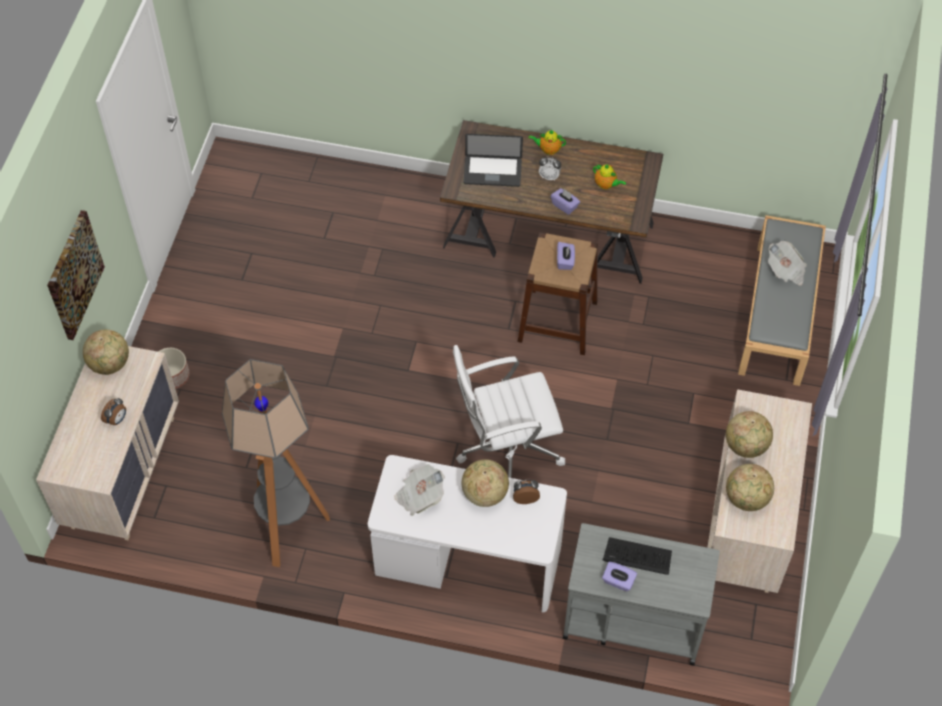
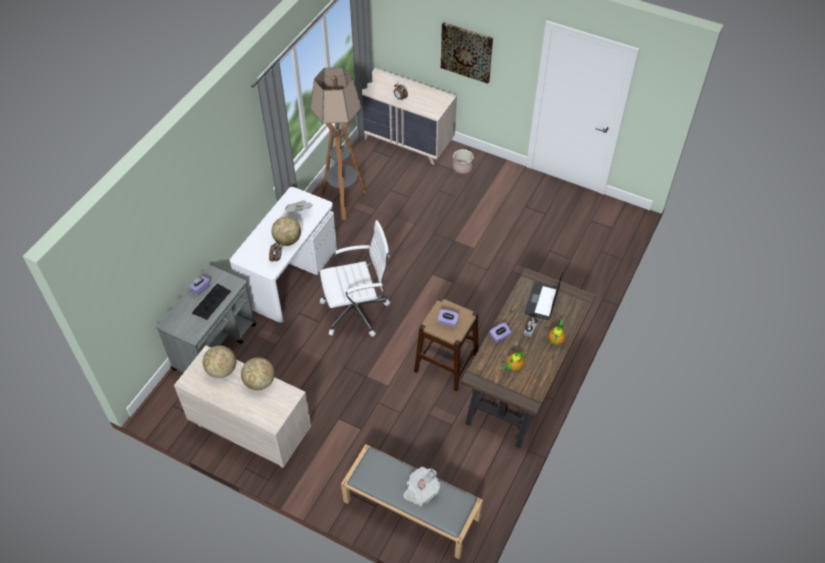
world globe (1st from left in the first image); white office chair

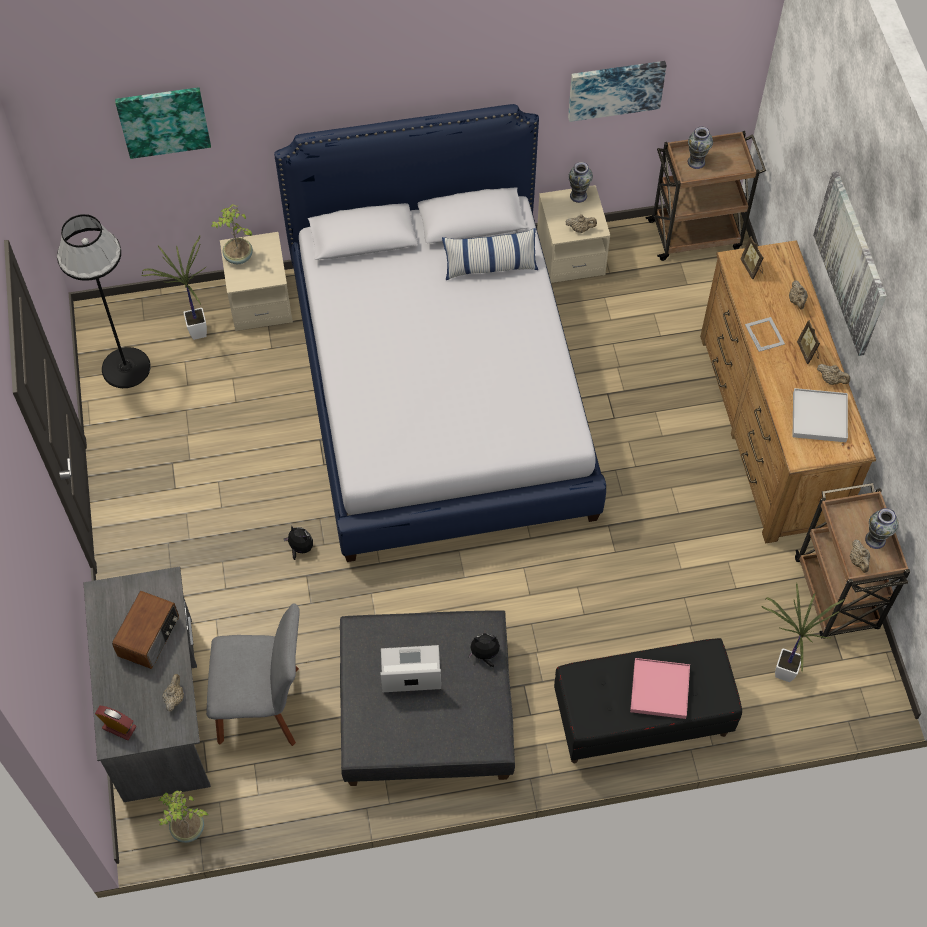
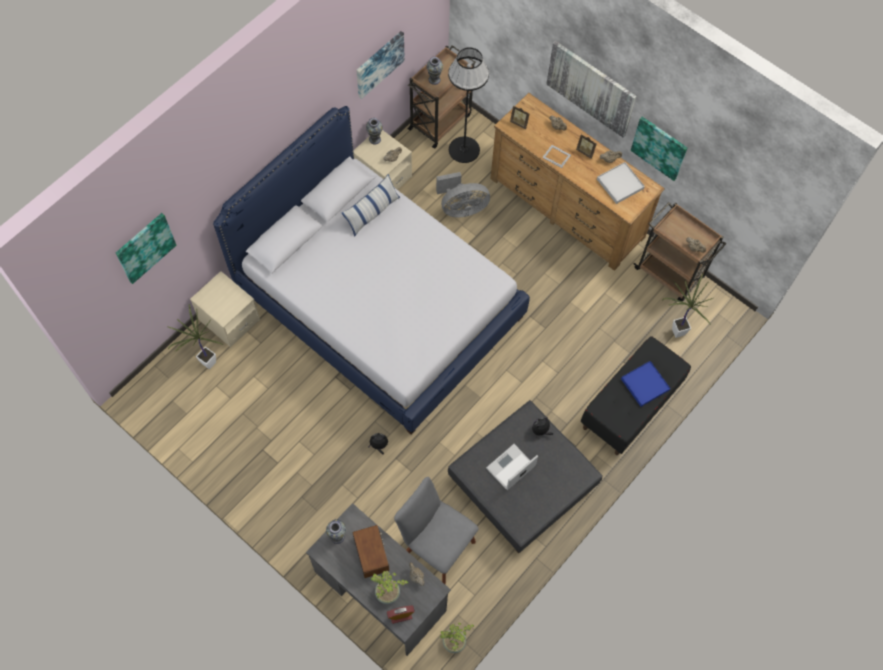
greyish electric fan; wall picture (4th from left); blackish standing lamp; potted plant (2nd from left); vase (1st from left); blue serving tray; greyish chair

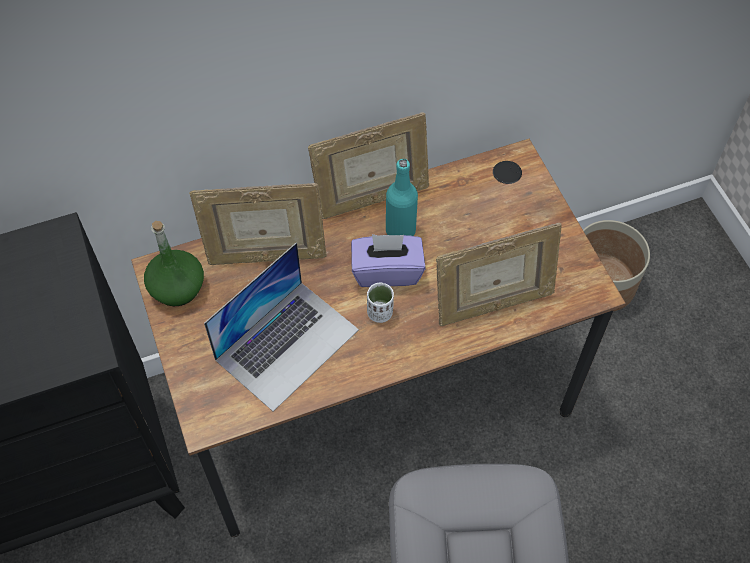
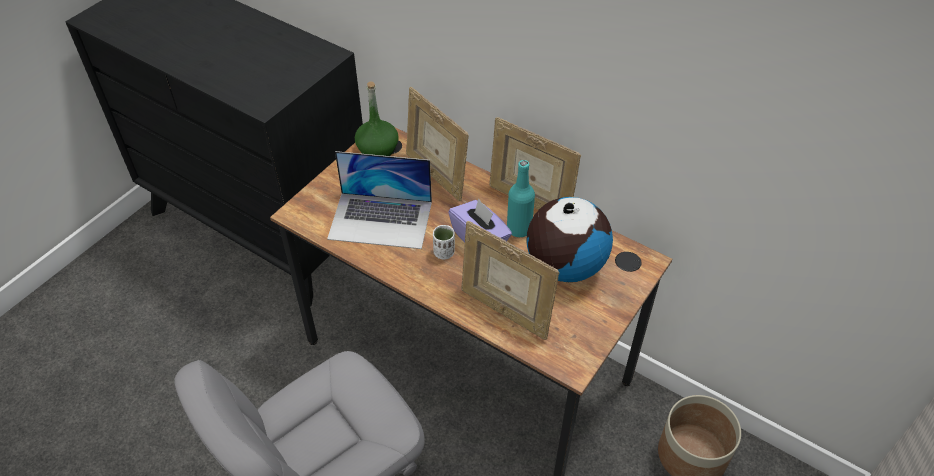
world globe

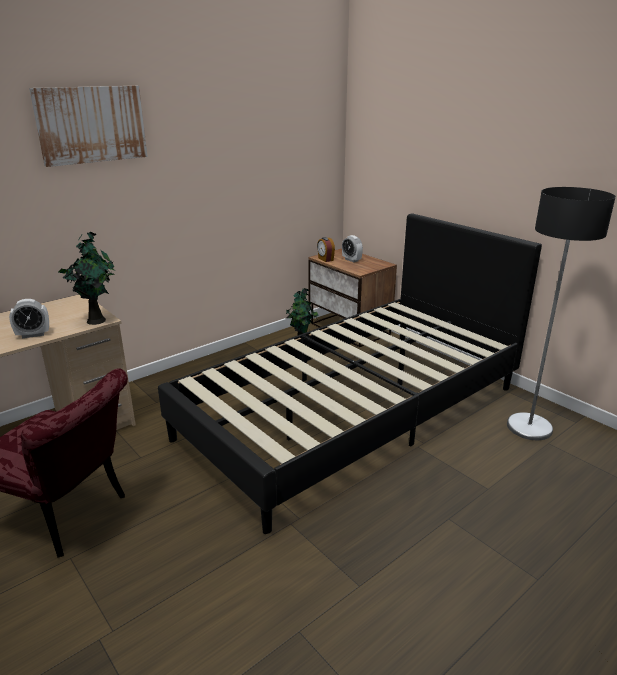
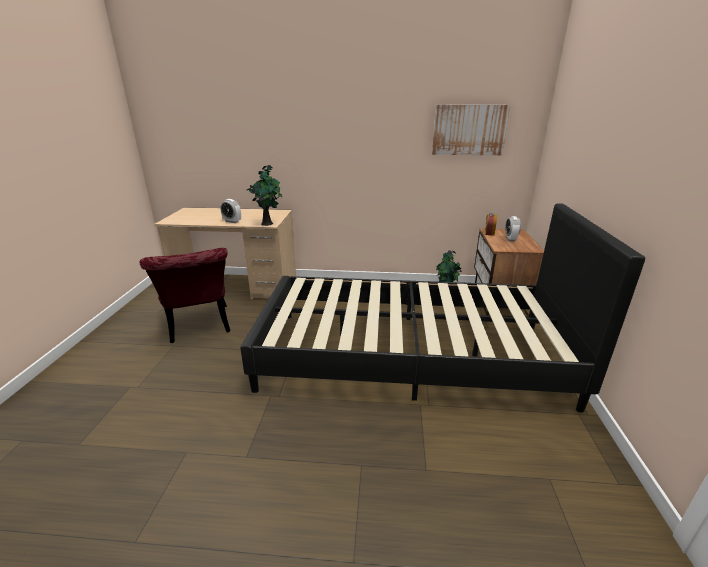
standing lamp; wall picture

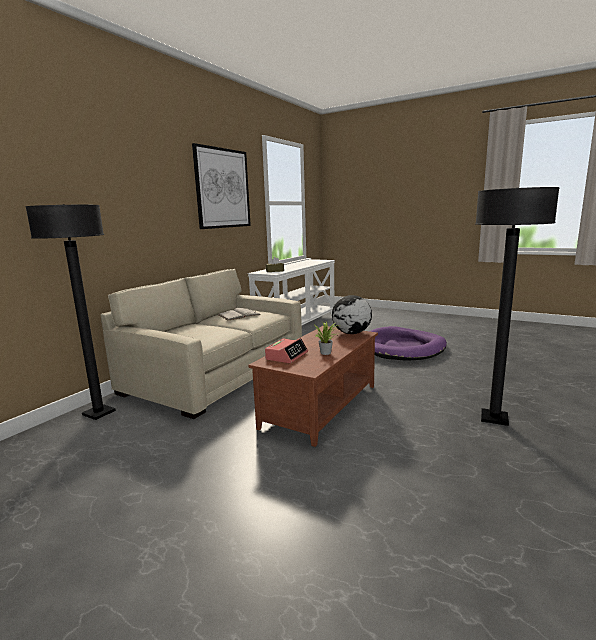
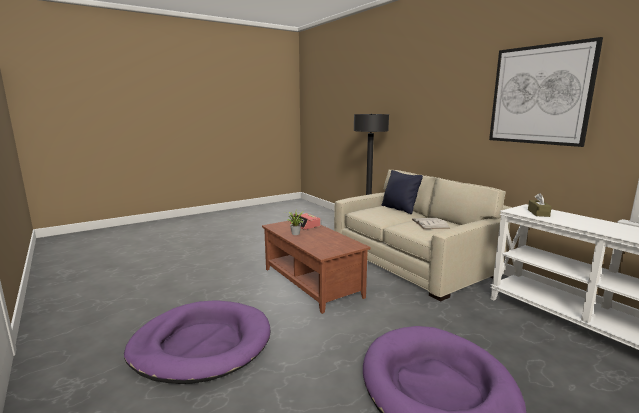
world globe; blackish pillow; purplish dog cushion (1st from left)

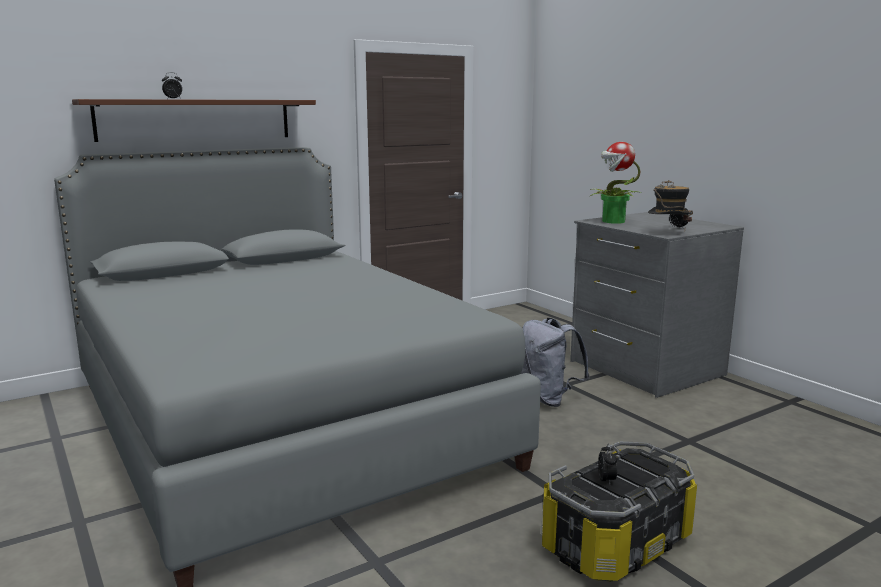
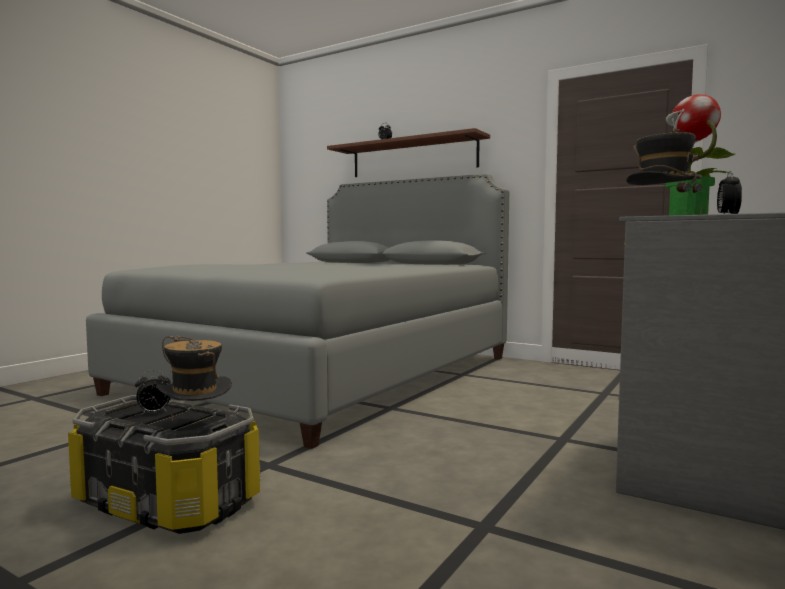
greyish rucksack; hat (1st from left)

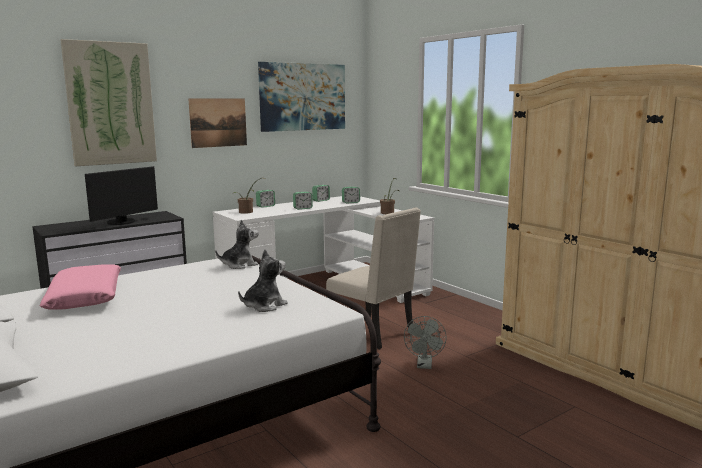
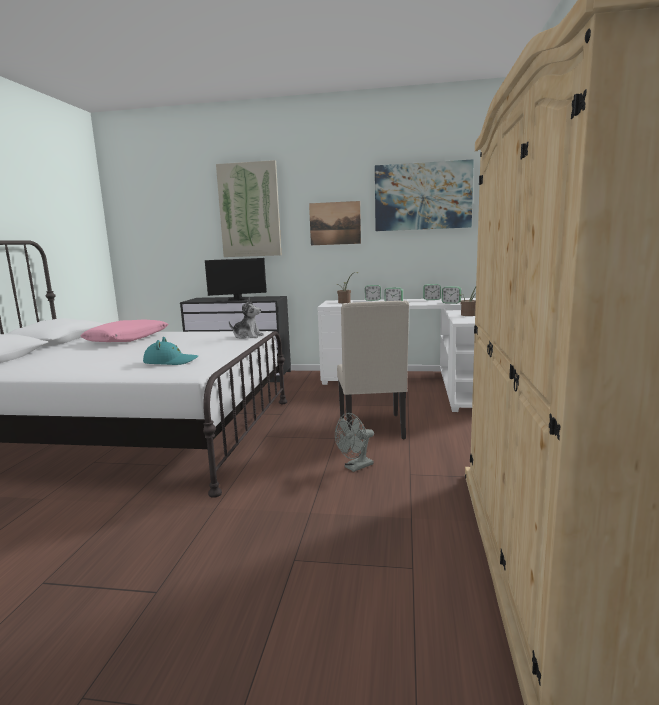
blue-green hat

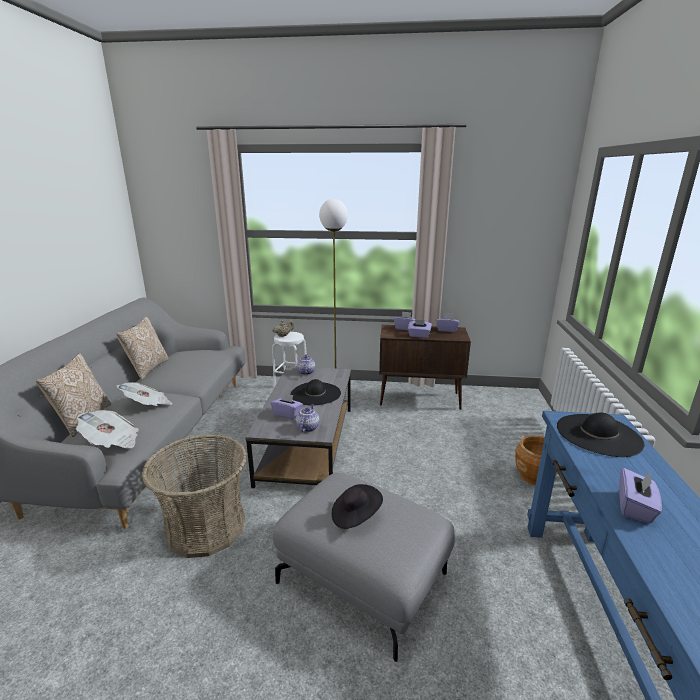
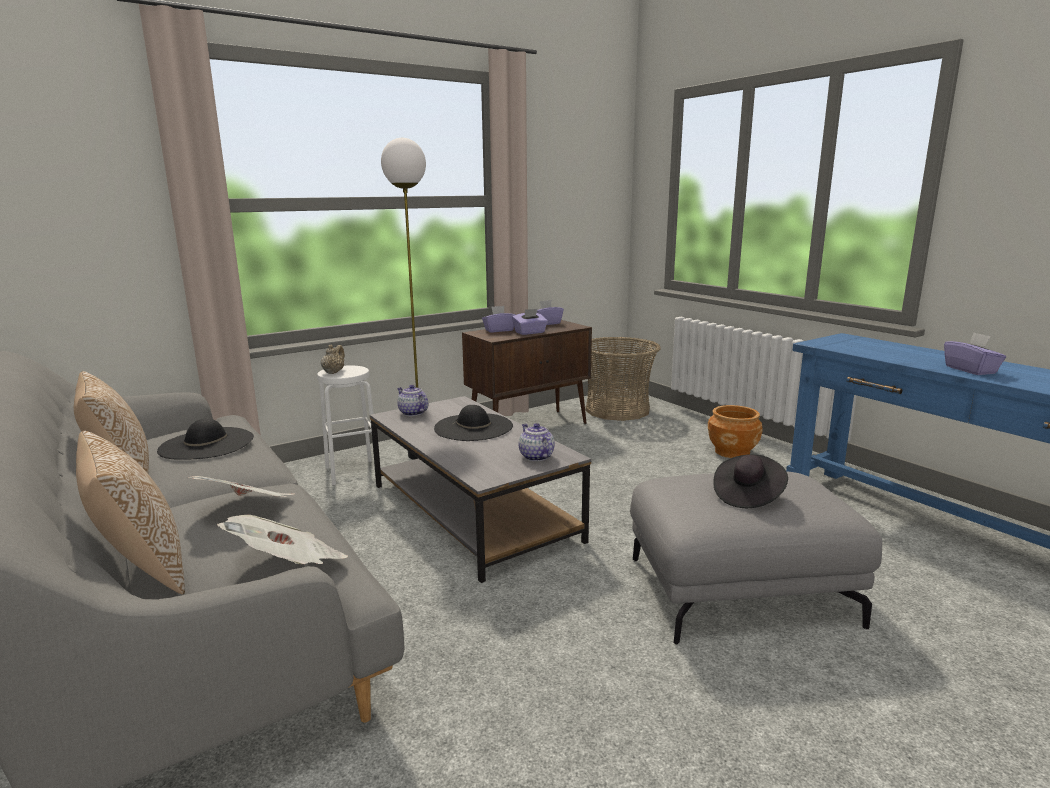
purplish box of tissues (1st from left in the first image); household basket; blackish hat (1st from left)

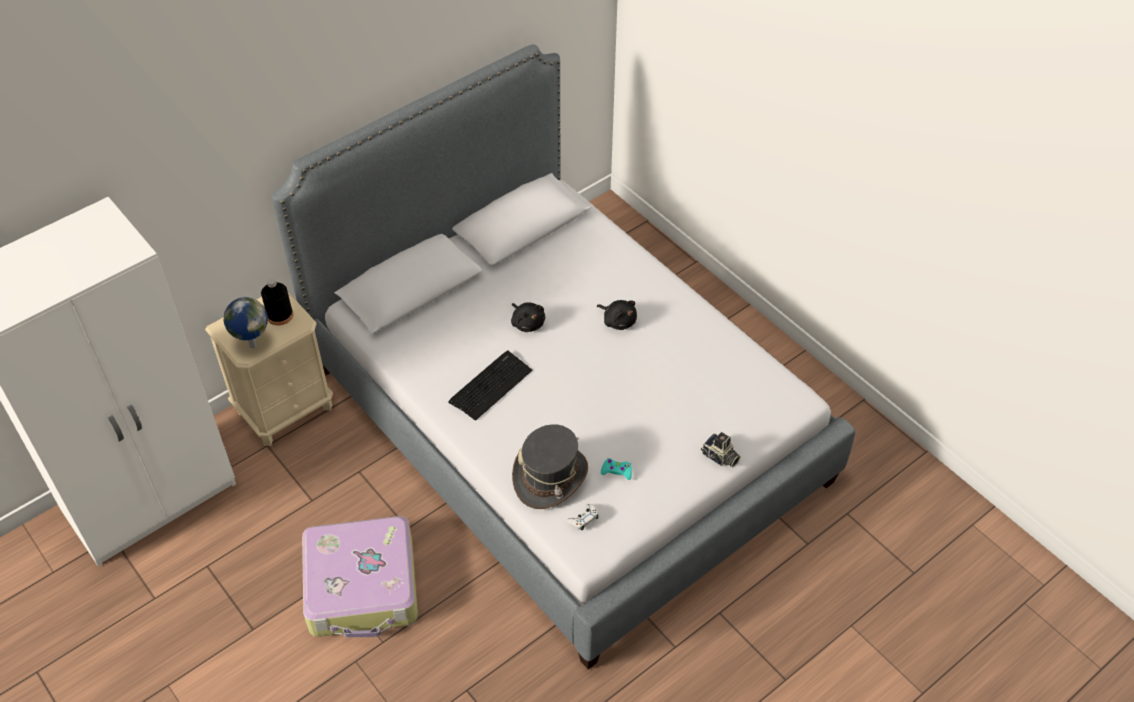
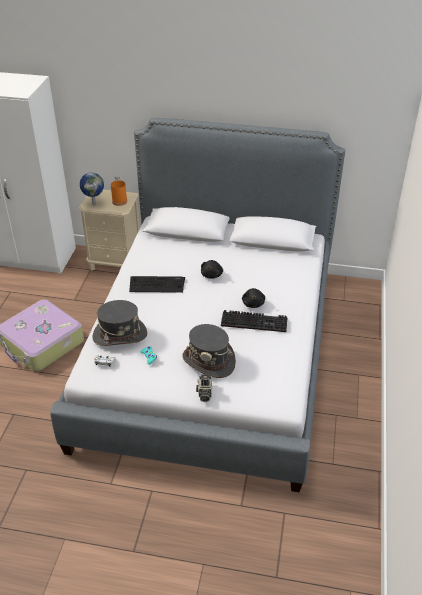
greyish hat (2nd from left); computer keyboard (2nd from left); orange bottle

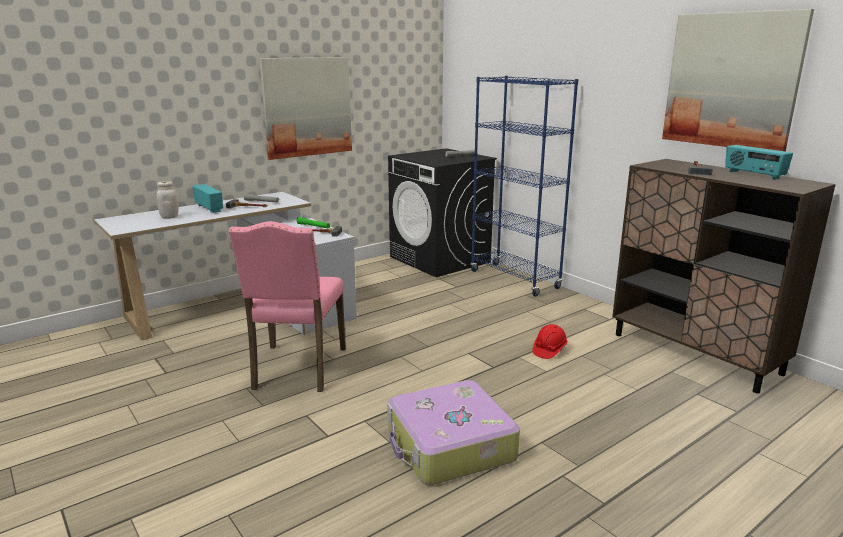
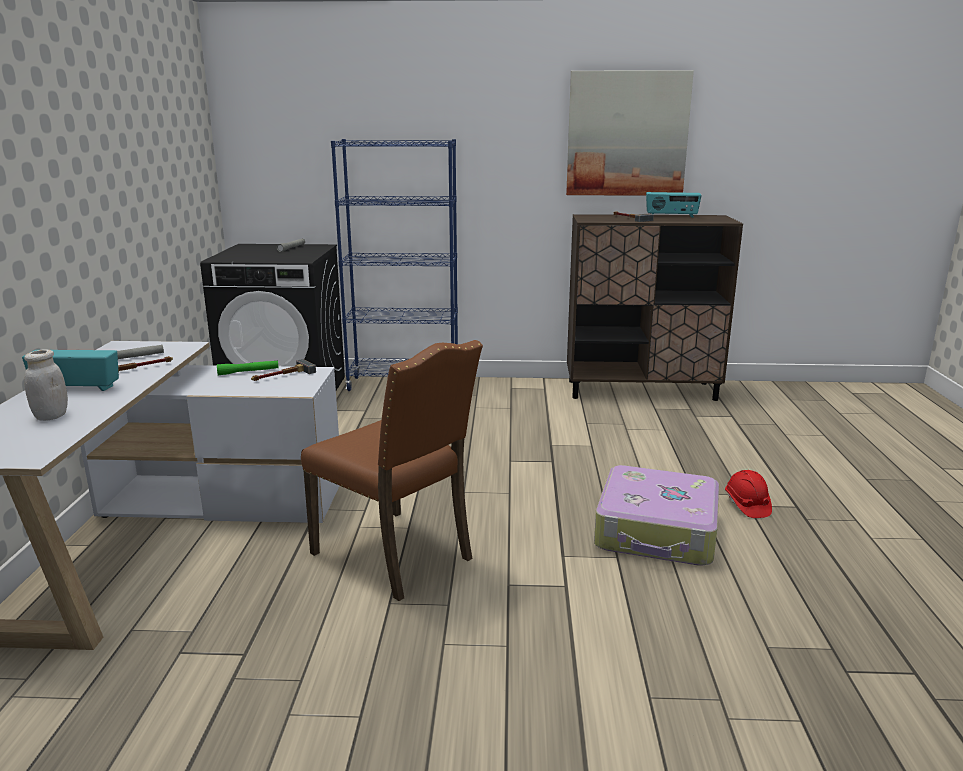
wall picture (1st from left in the first image); reddish work helmet; brown-coloured chair

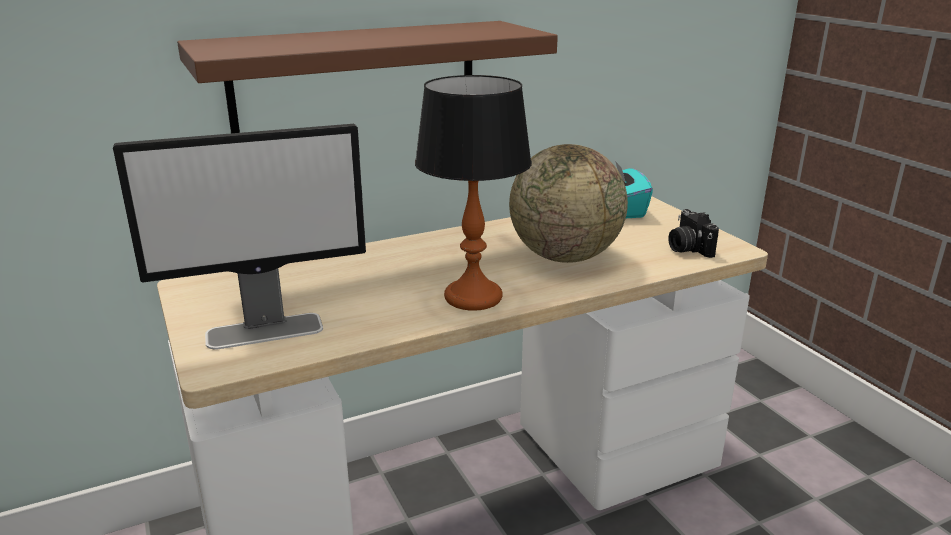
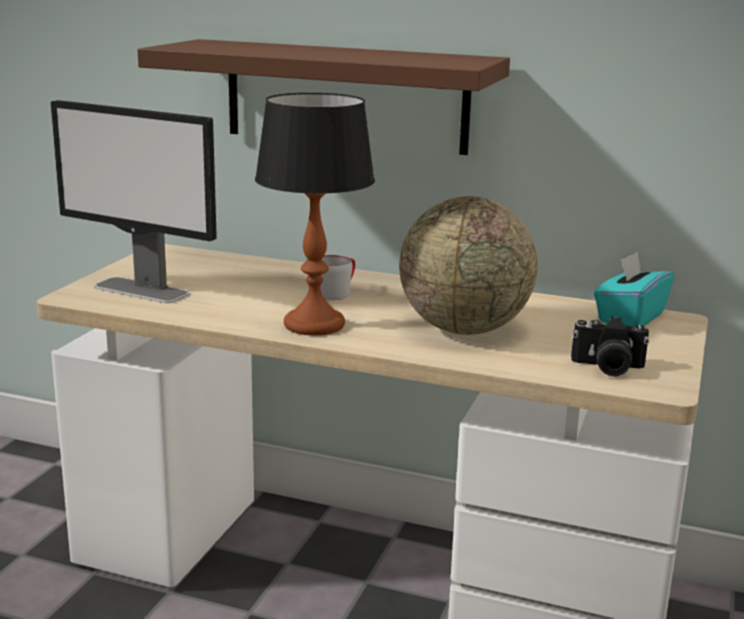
greyish mug; still camera

